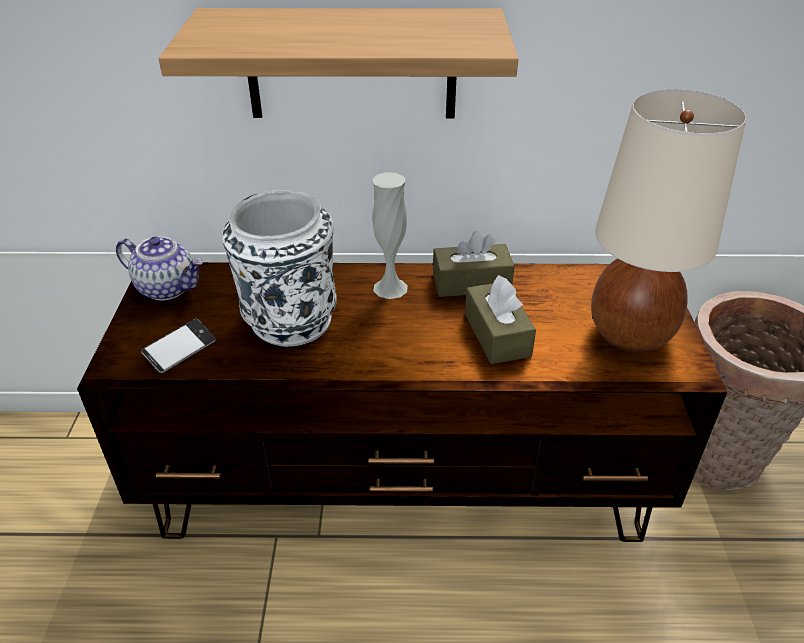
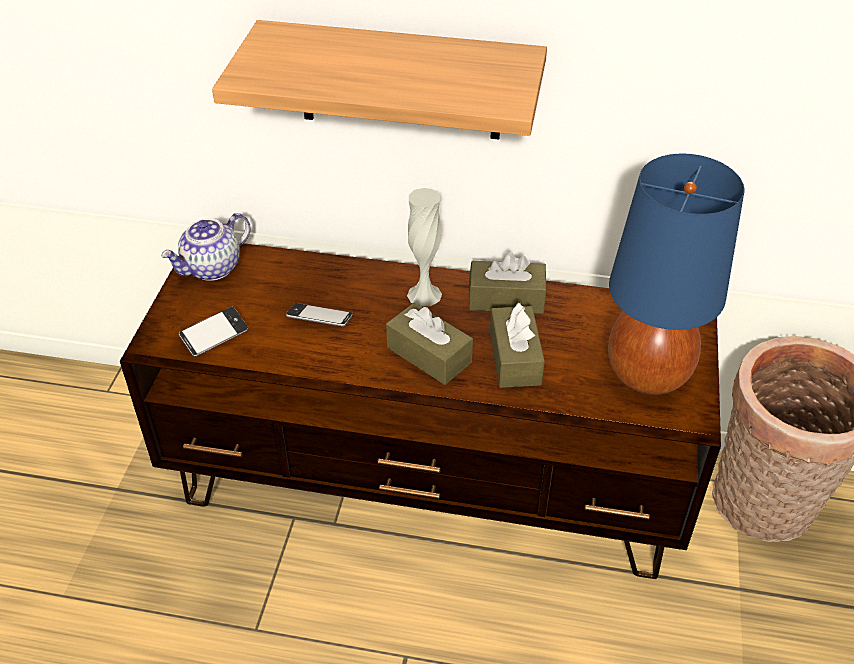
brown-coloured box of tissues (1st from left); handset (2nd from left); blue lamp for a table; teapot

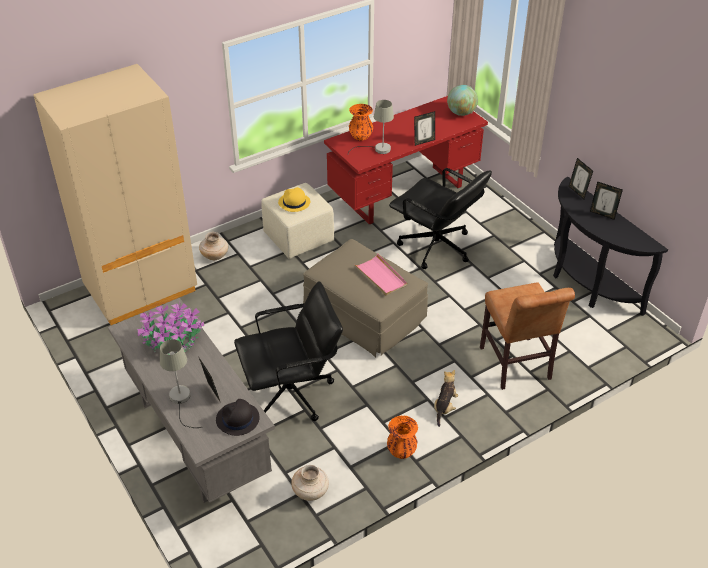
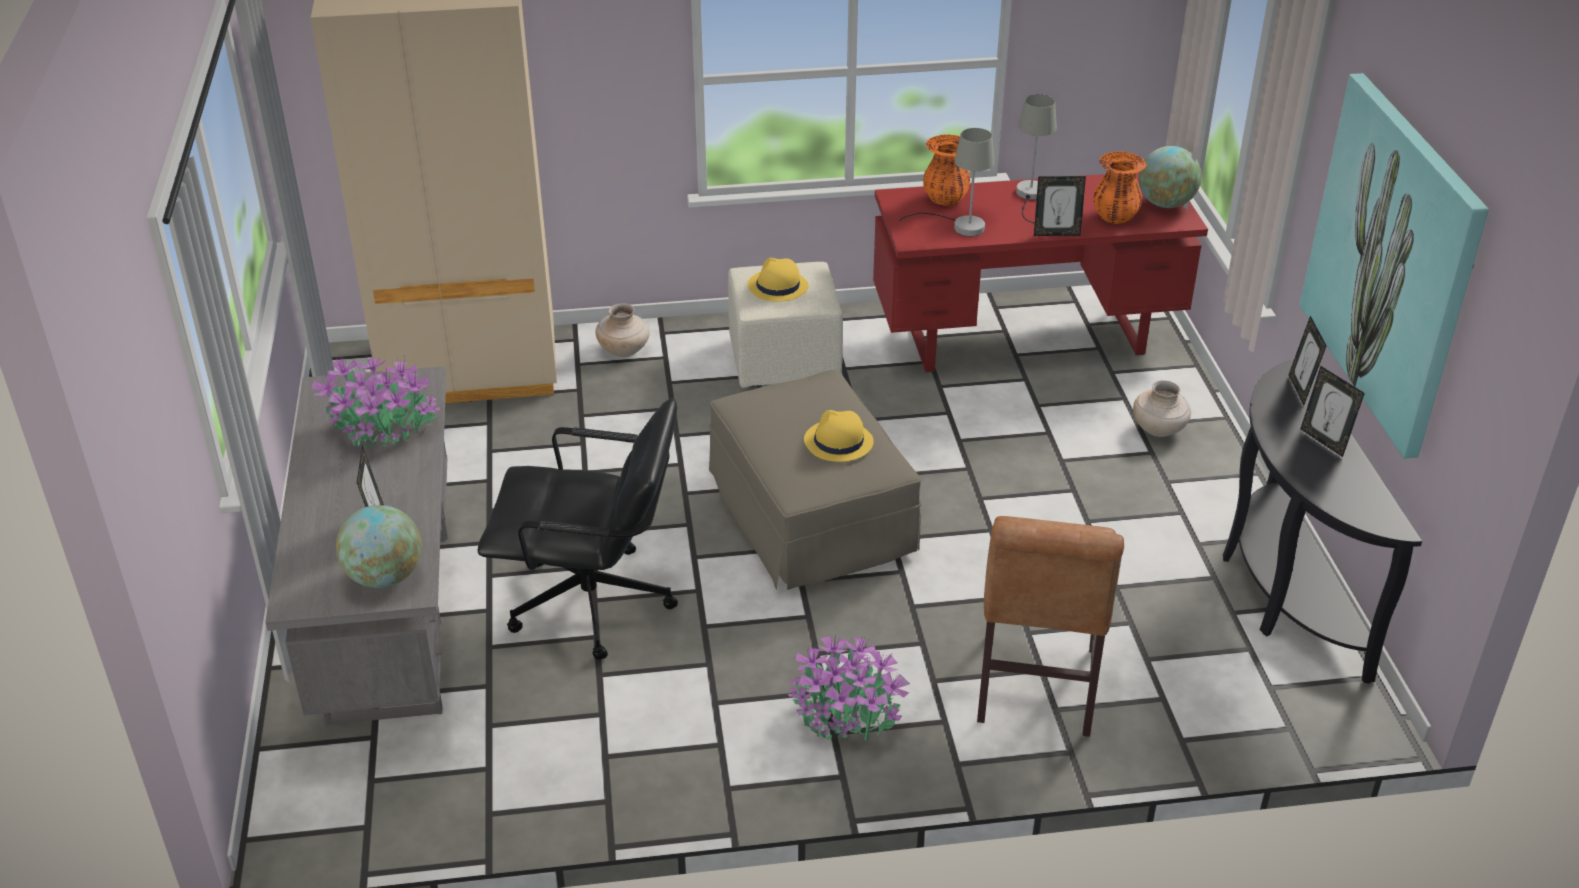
blackish office chair (2nd from left in the first image); wall picture; greyish lamp for a table (2nd from left); beige-coloured vase (2nd from left); orange vase (2nd from left); world globe (1st from left); yellow-coloured hat (2nd from left); potted plant (2nd from left)

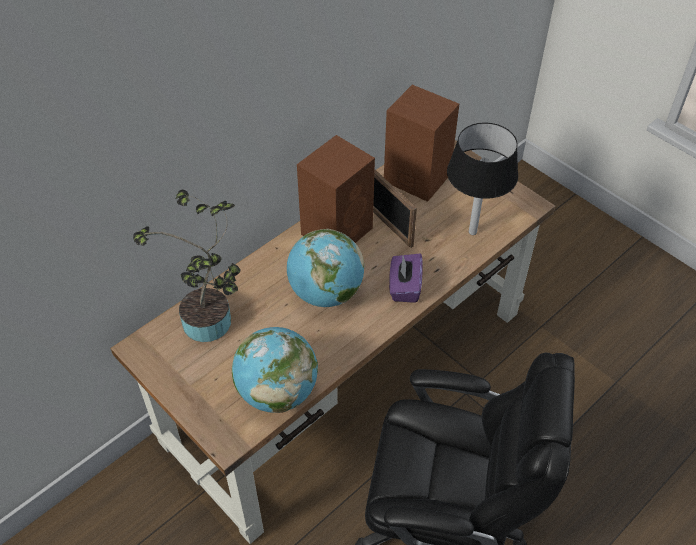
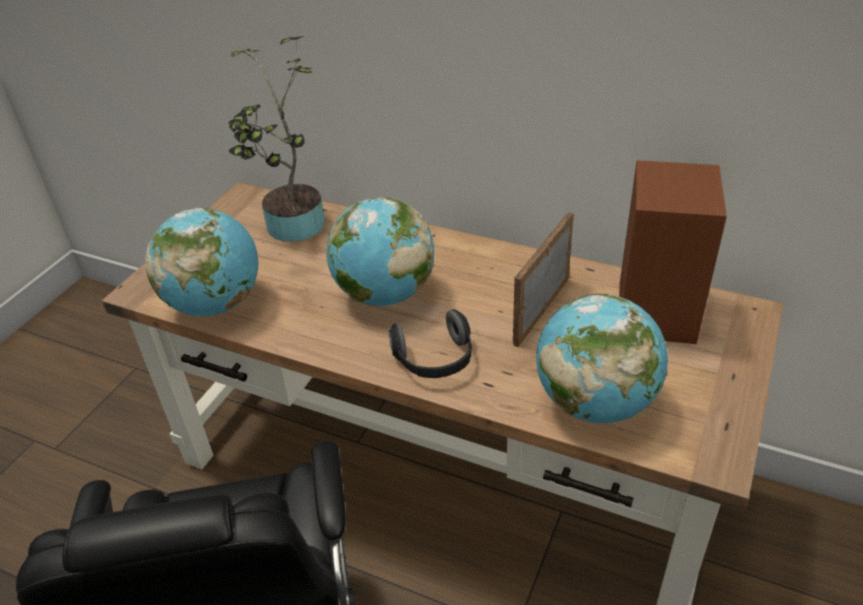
brown-coloured speaker (1st from left in the first image); headphones; world globe (3rd from left)

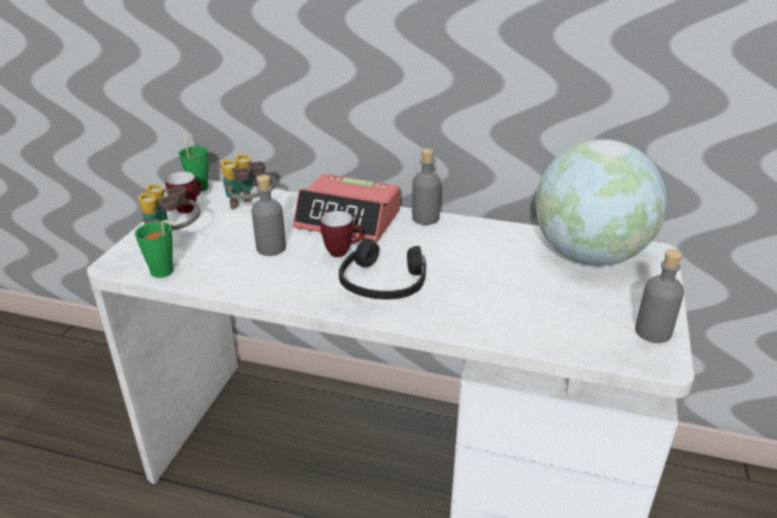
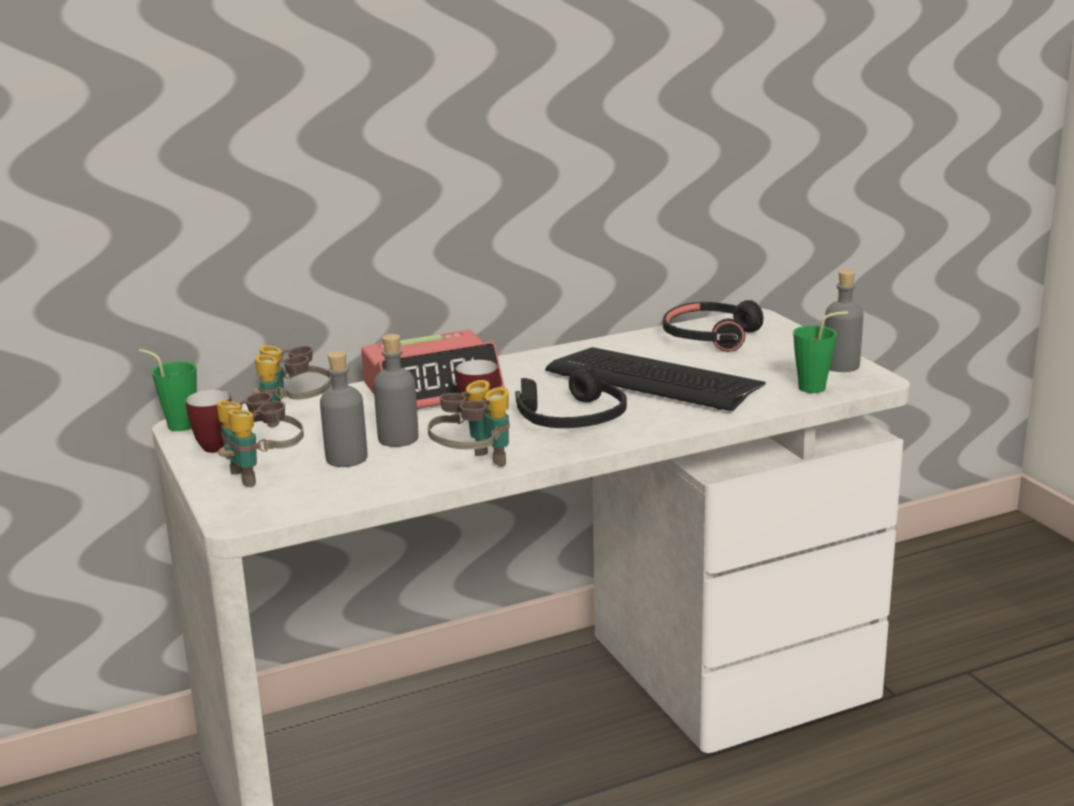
binoculars (3rd from left); computer keyboard; green-coloured small cup (2nd from left); greyish bottle (1st from left); blackish headphones (2nd from left)

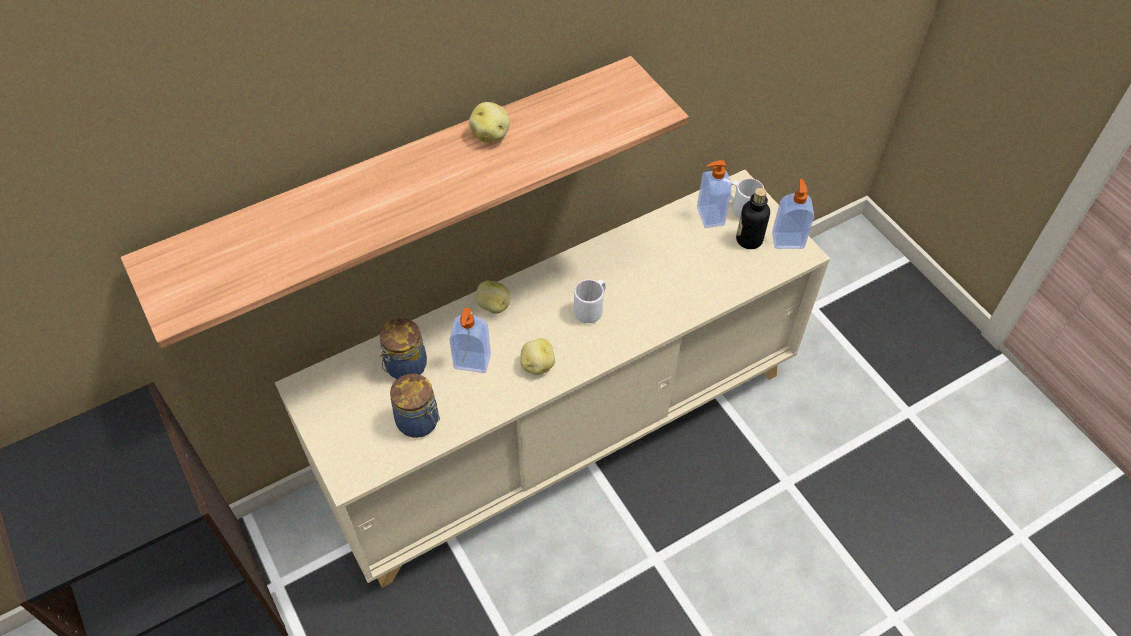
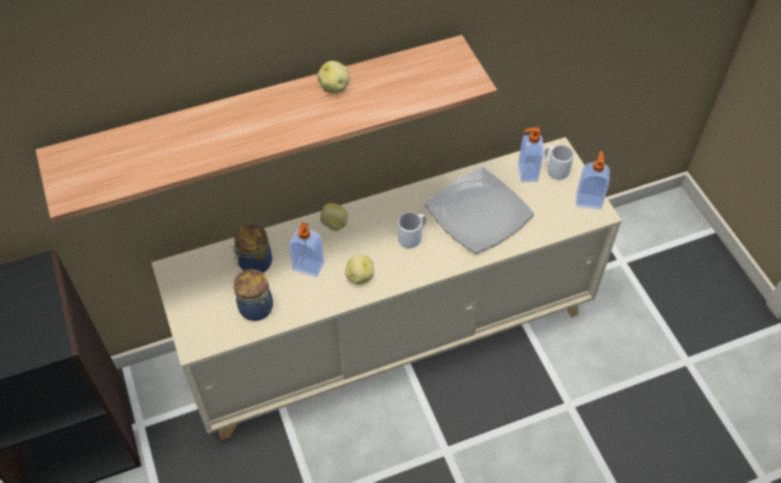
bottle; flat dish

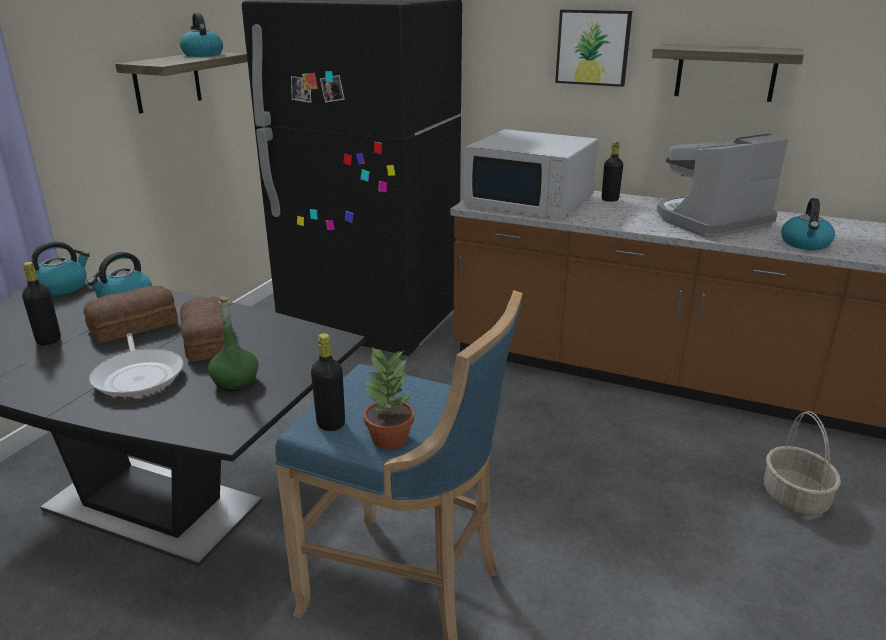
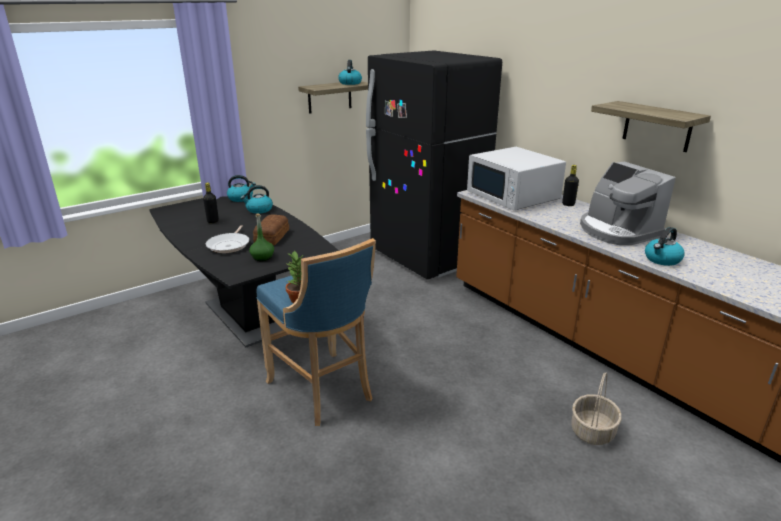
bread (1st from left in the first image); blackish bottle (2nd from left in the first image); wall picture; coffee brewer

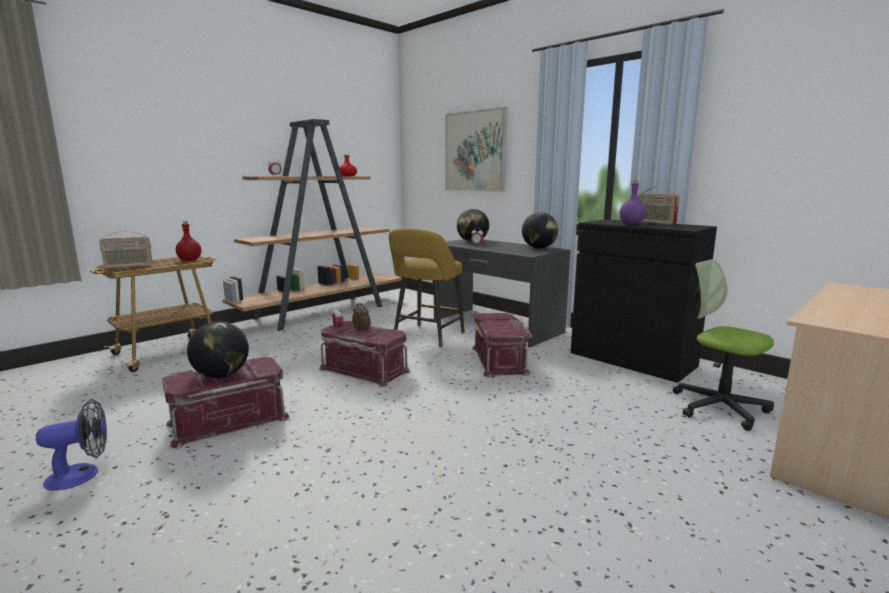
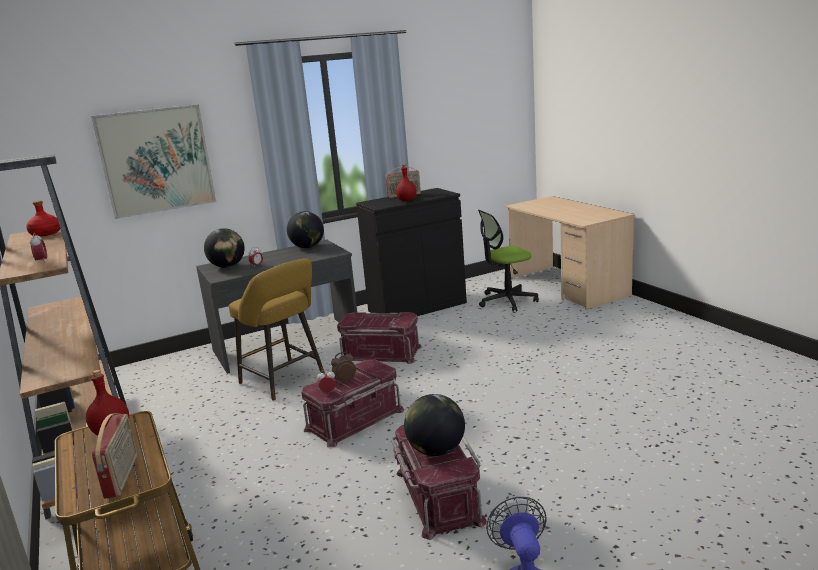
reddish bottle (3rd from left)

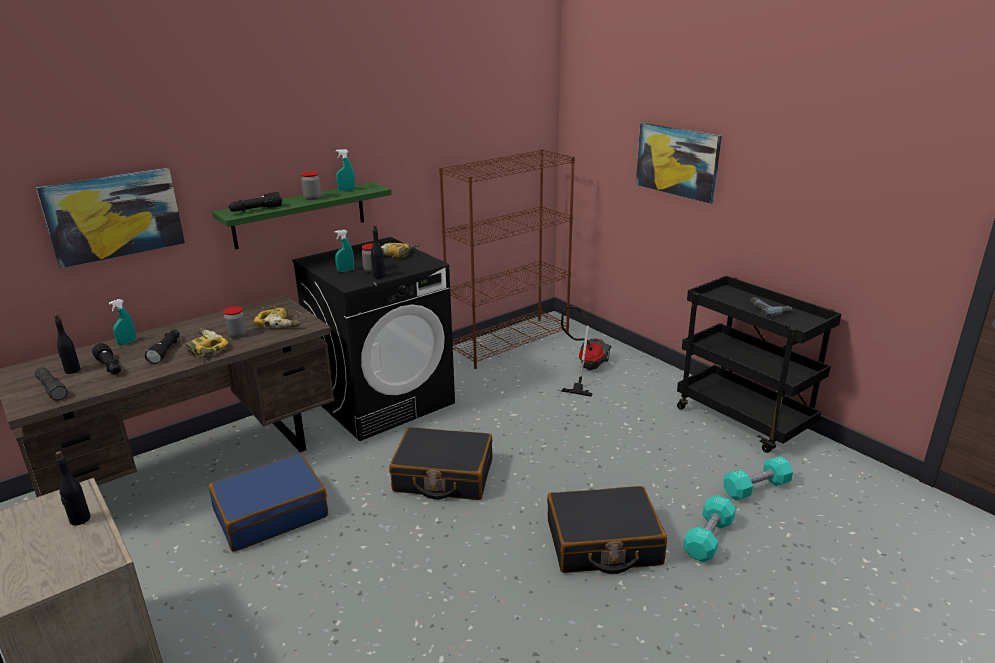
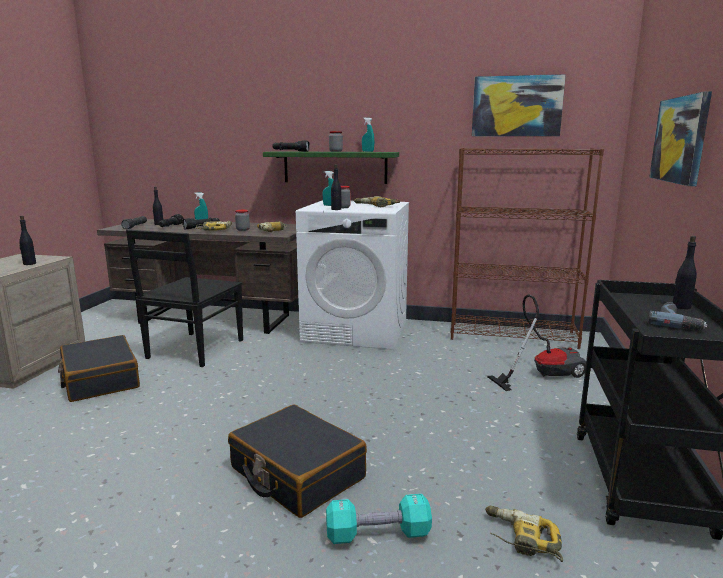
blackish bottle (4th from left); wall picture (1st from left); blackish piece of luggage (1st from left); blackish chair; drill (4th from left); white laundry machine

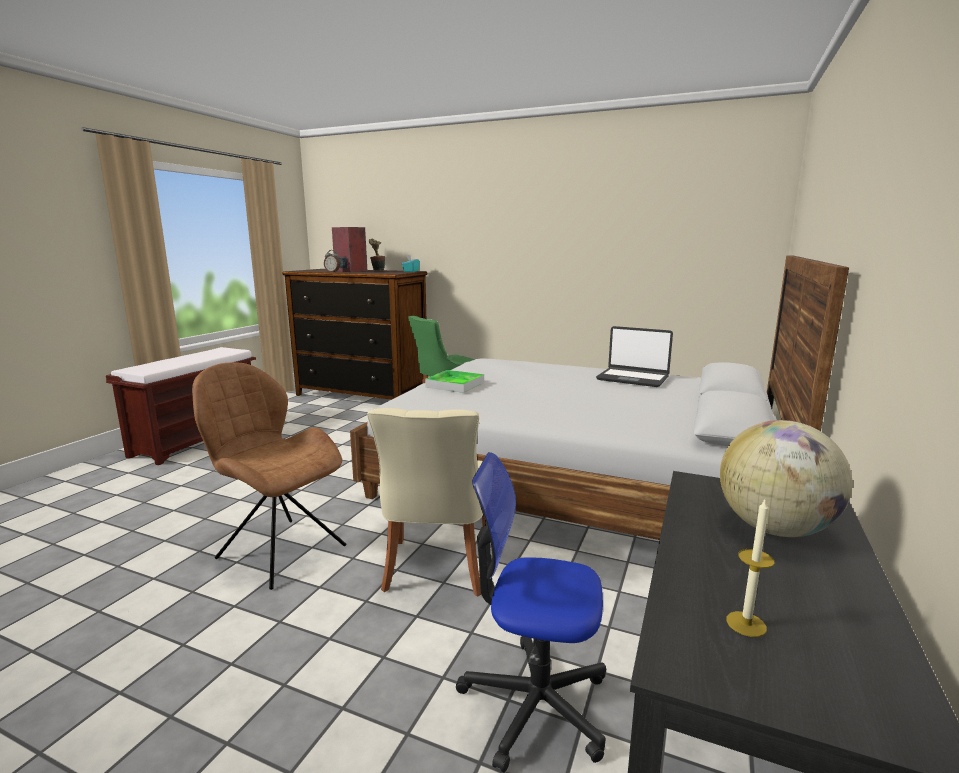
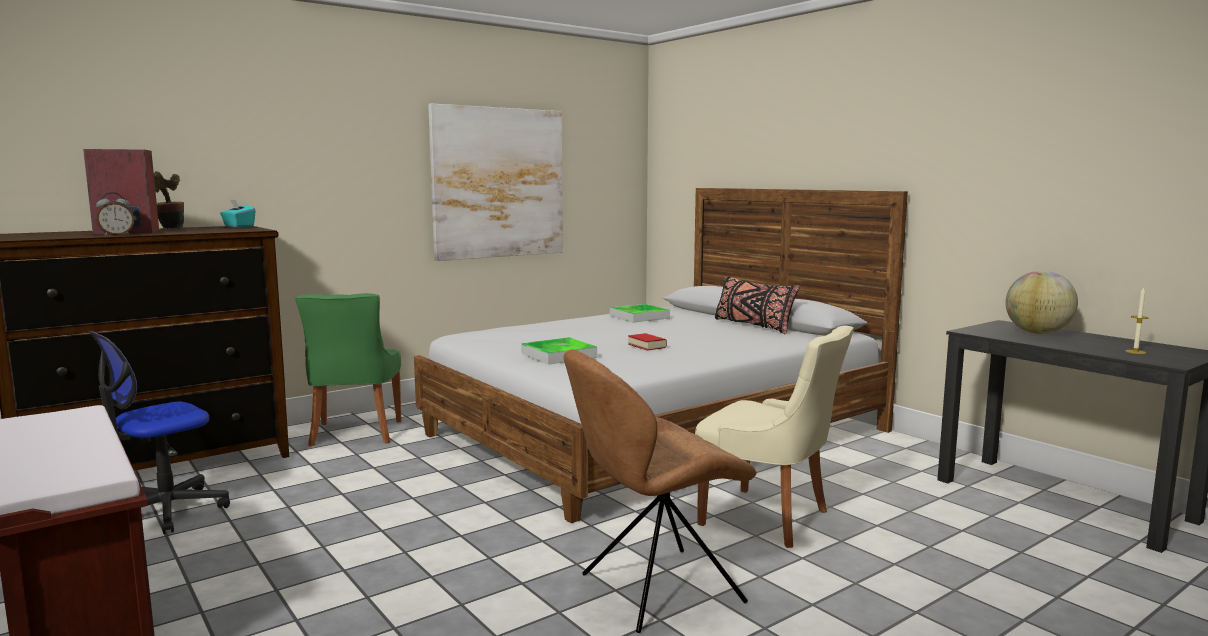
wall picture; bound book; blackish pillow; office chair; serving tray (2nd from left)

